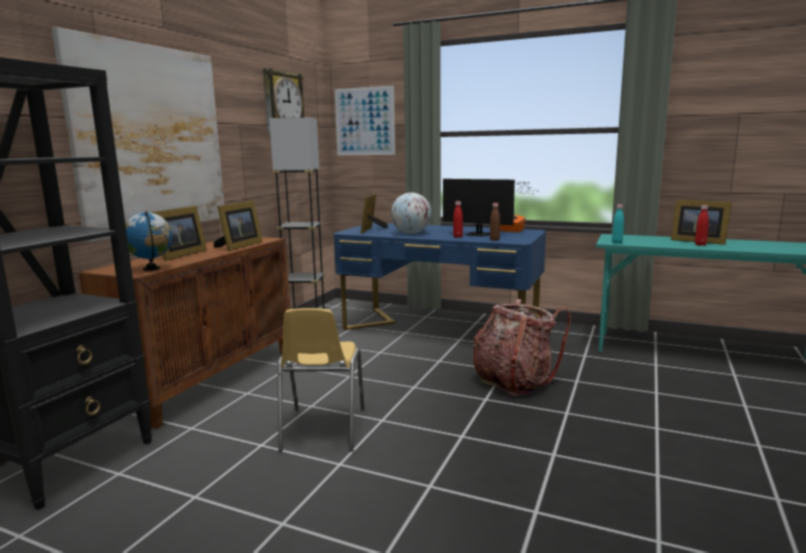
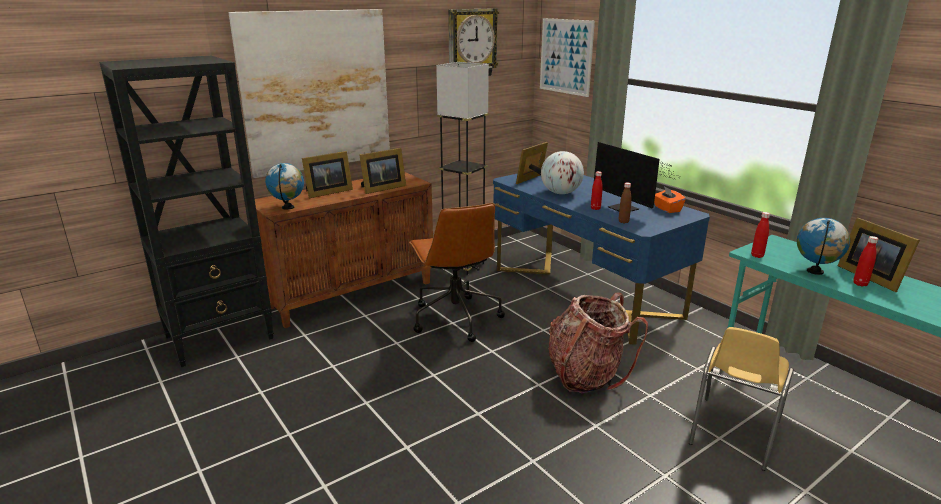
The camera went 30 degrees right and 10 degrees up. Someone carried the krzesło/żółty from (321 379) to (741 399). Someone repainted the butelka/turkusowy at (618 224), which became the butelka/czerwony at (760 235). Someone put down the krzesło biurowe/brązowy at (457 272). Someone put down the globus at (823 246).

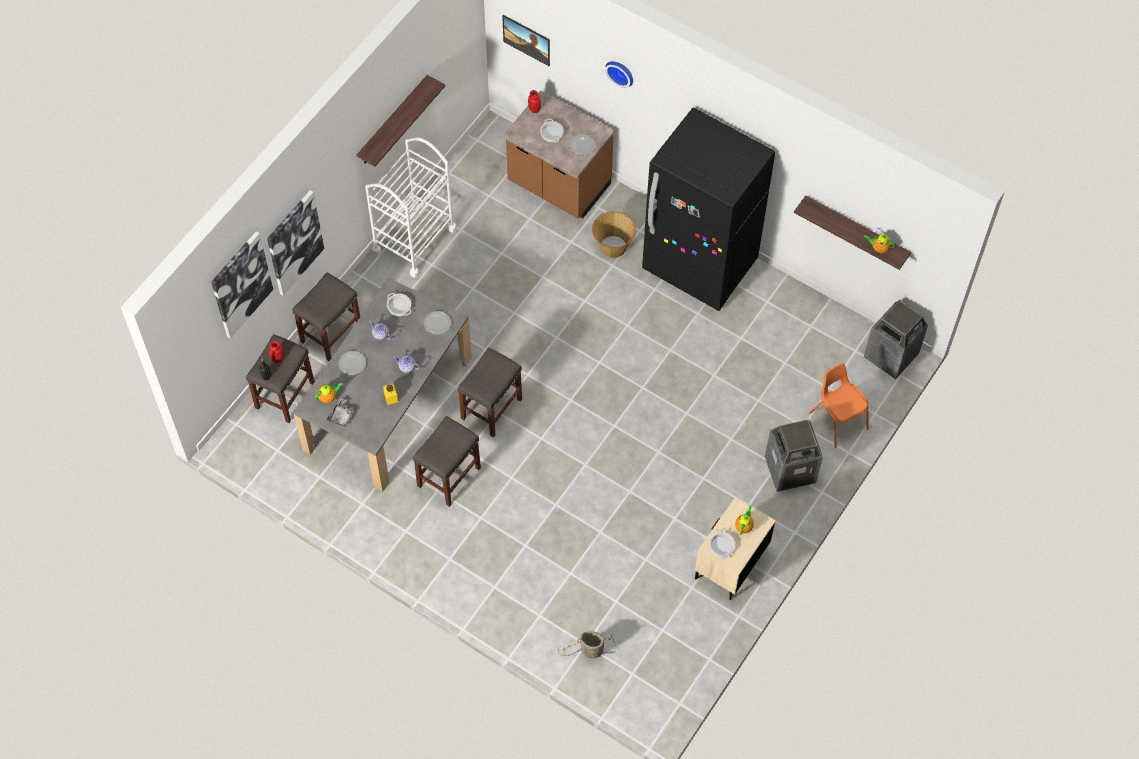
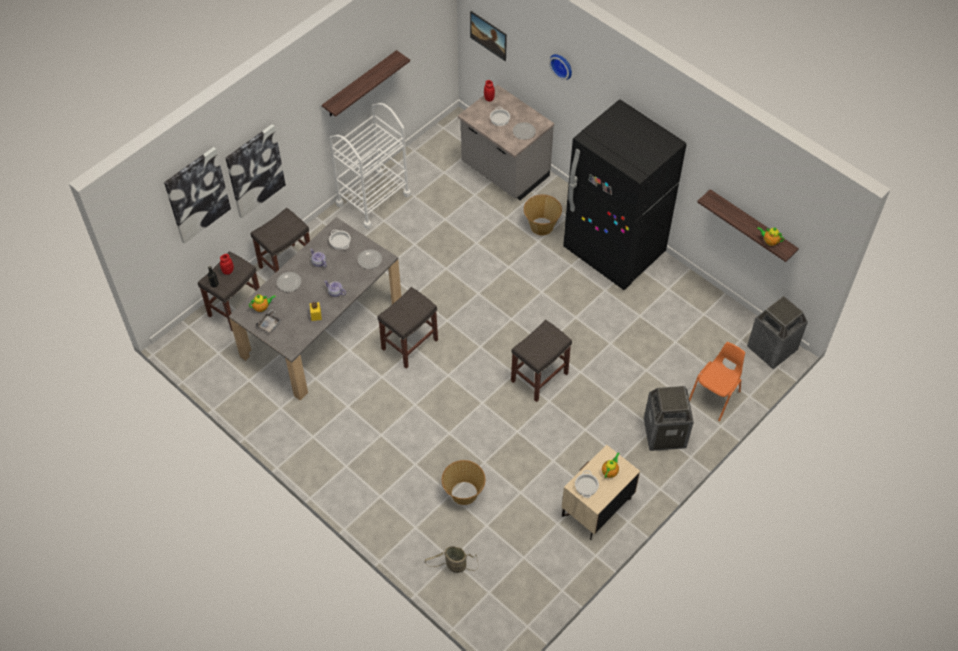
The camera went 10 degrees right and 5 degrees down. Someone carried the stołek/szary from (447 461) to (541 361). Someone repainted the zabudowa kuchenna/brązowy at (558 155), which became the zabudowa kuchenna/szary at (506 142). Someone rotated the krzesło/pomarańczowy at (839 405) by 60 degrees clockwise. Someone put down the koszyk at (464 482).

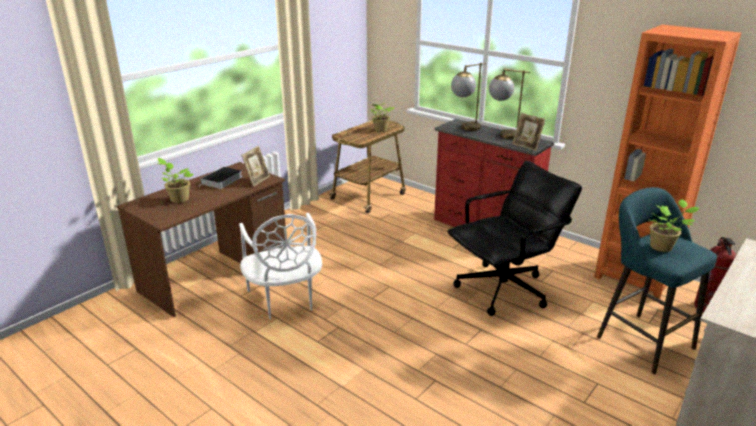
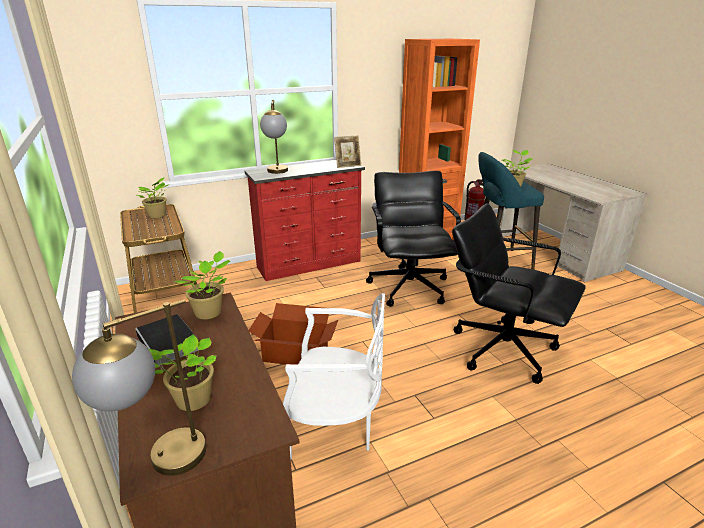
The camera went 65 degrees left and 0 degrees up. Someone swapped the ramka na zdjęcie at (255 166) for the roślina doniczkowa at (202 285). Someone carried the lampa stołowa from (509 104) to (139 387). Someone put down the karton at (293 334). Someone put down the krzesło biurowe/czarny at (519 293).

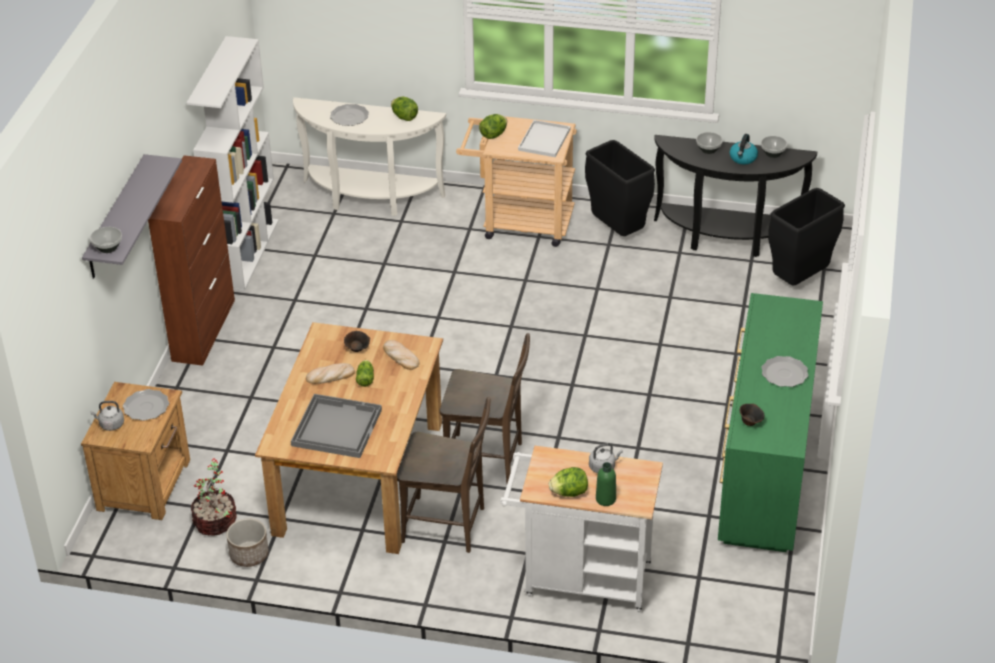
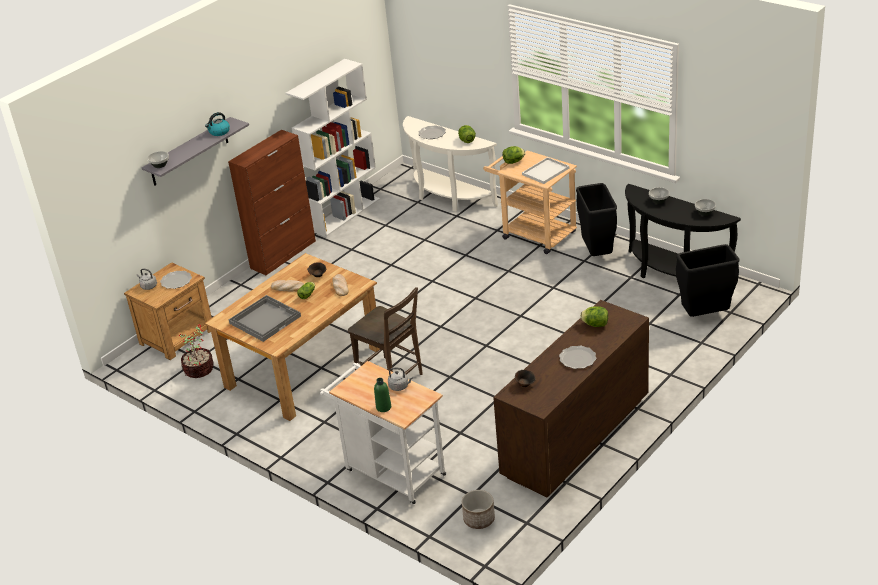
The camera went 30 degrees right and 5 degrees down. Someone carried the donica from (247 542) to (478 509). Someone took away the krzesło/brązowy at (443 475). Someone carried the sałata from (568 482) to (594 316). Someone repainted the komoda/zielony at (770 422), which became the komoda/brązowy at (571 399). Someone carried the czajnik from (744 149) to (217 124).

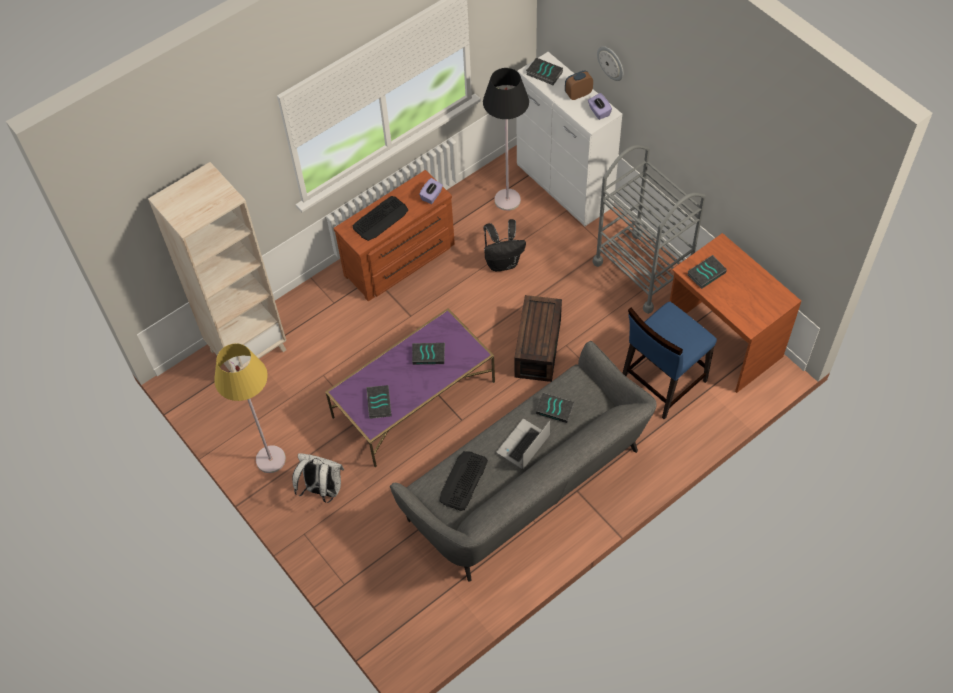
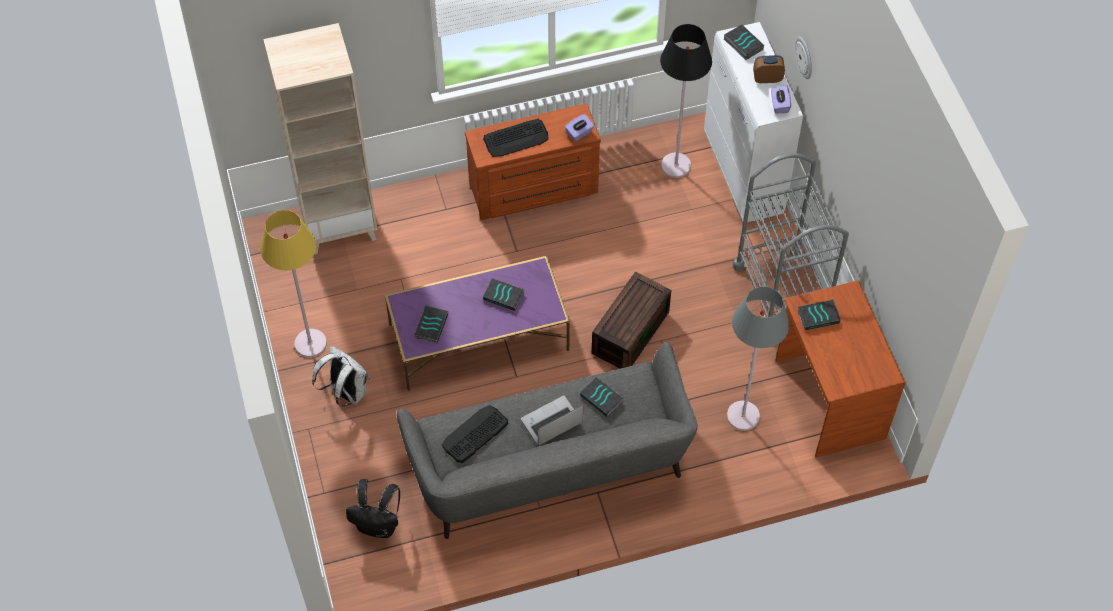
The camera went 20 degrees right and 0 degrees up. Someone carried the plecak/czarny from (504 245) to (373 508). Someone swapped the krzesło/niebieski at (670 360) for the lampa stojąca/szary at (758 358).

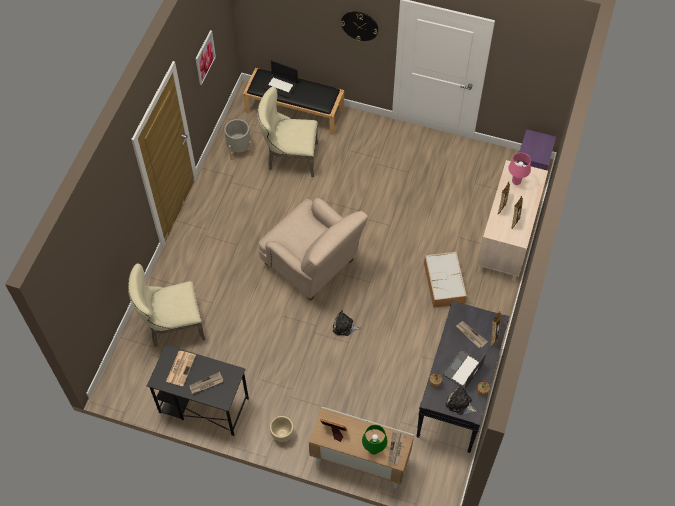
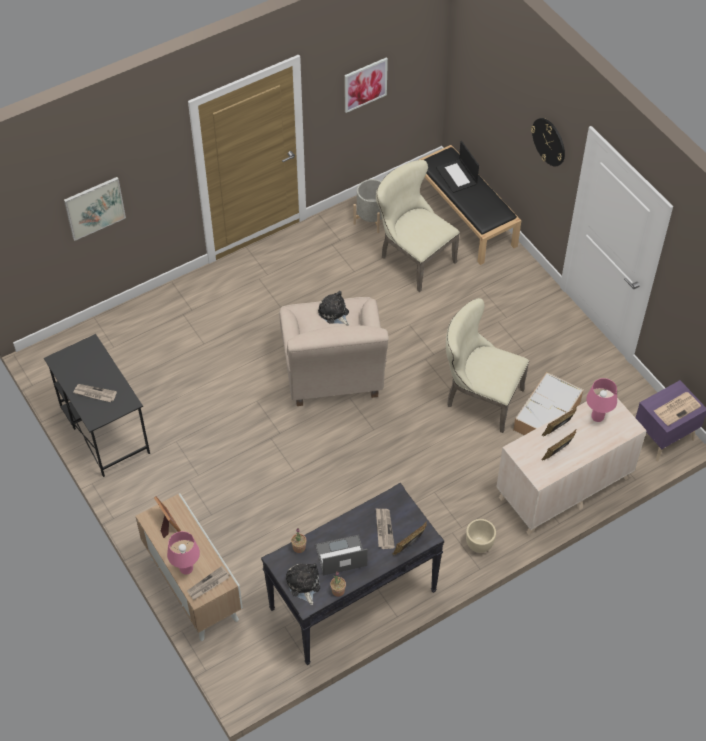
The camera went 40 degrees right and 5 degrees down. Someone carried the krzesło/beżowy from (166 305) to (487 365). Someone carried the gazeta from (181 368) to (677 409). Someone carried the donica/beżowy from (281 429) to (481 536). Someone carried the pluszak from (346 323) to (333 308). Someone repainted the lampa stołowa/zielony at (375 439), which became the lampa stołowa/różowy at (183 553). Someone carried the pojemnik do przechowywania from (445 280) to (548 403). Someone put up the obraz at (95 209).

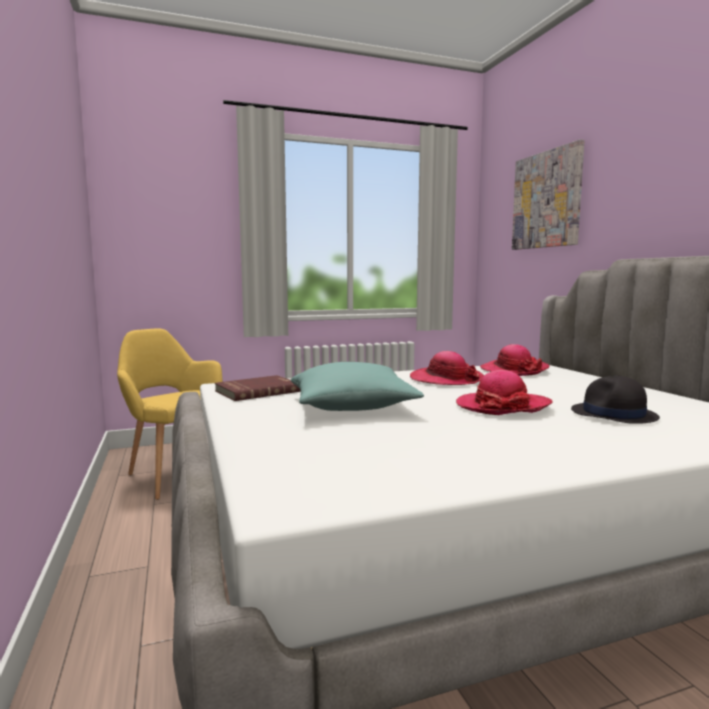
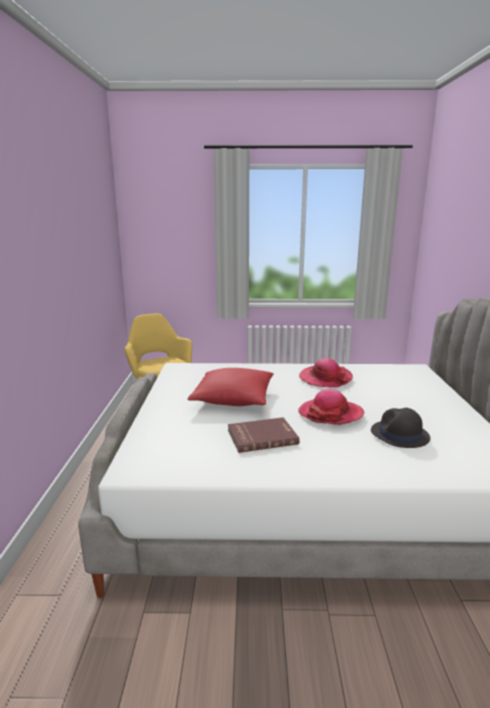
The camera went 20 degrees right and 10 degrees up. Someone carried the książka/czerwony from (258 388) to (264 435). Someone repainted the poduszka/turkusowy at (357 386), which became the poduszka/czerwony at (231 387). Someone took away the kapelusz at (515 360). Someone took away the obraz at (548 194).

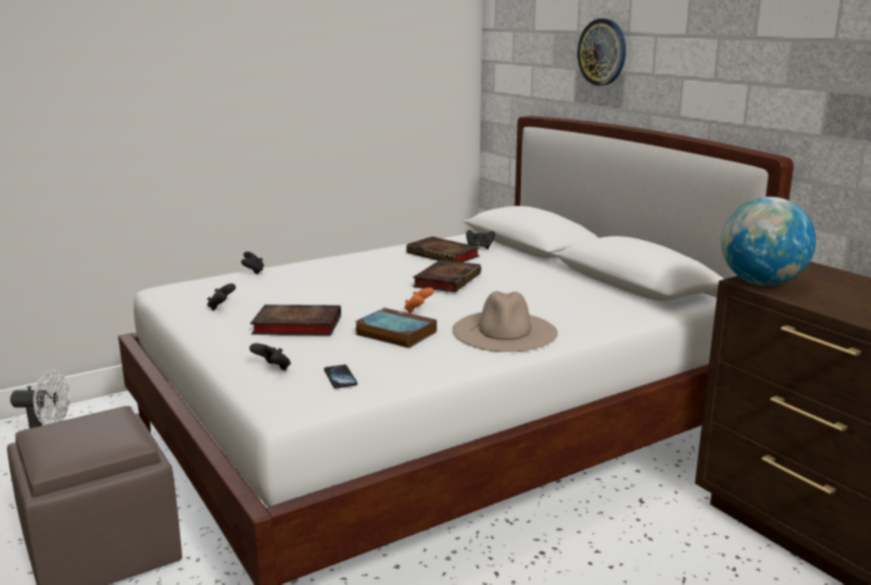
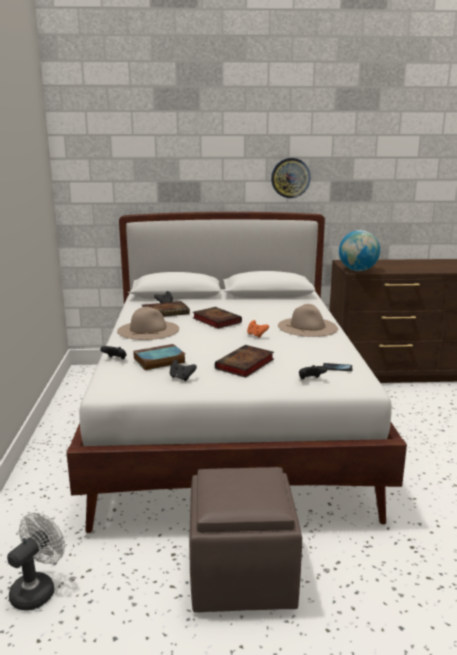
The camera went 60 degrees left and 0 degrees up. Someone carried the książka from (396 328) to (159 357). Someone carried the zegar ścienny from (601 52) to (291 178). Someone put down the kapelusz/beżowy at (148 323).

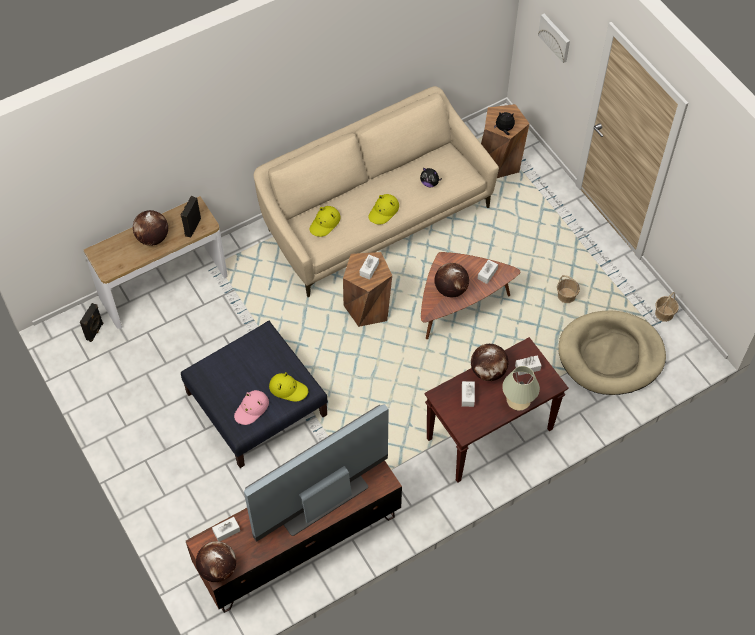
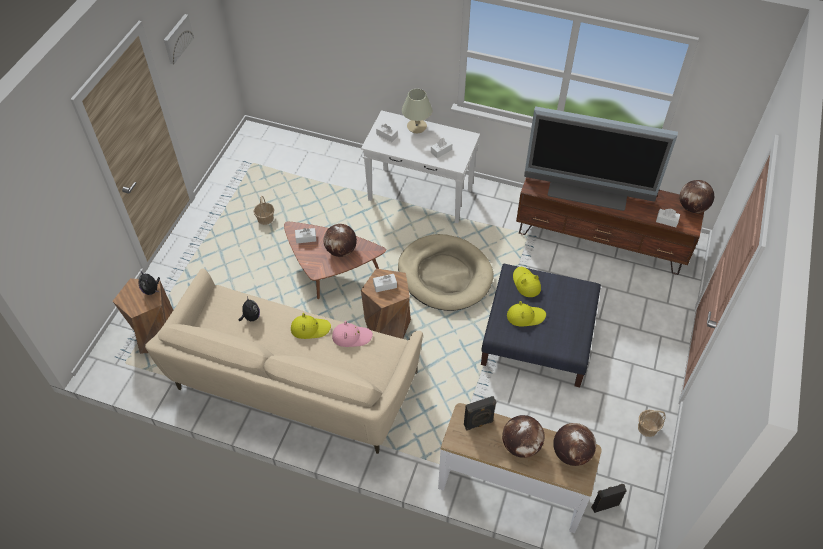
The camera went 130 degrees left and 5 degrees down. Someone carried the kapelusz/różowy from (251 407) to (352 334). Someone carried the kapelusz/żółty from (325 221) to (526 313). Someone repainted the stolik konsolowy/brązowy at (496 410), which became the stolik konsolowy/biały at (420 166). Someone carried the globus from (490 362) to (574 444). Someone carried the obraz from (554 38) to (179 39). Someone carried the legowisko/beżowy from (612 352) to (446 272). Someone carried the koszyk from (667 307) to (652 423).

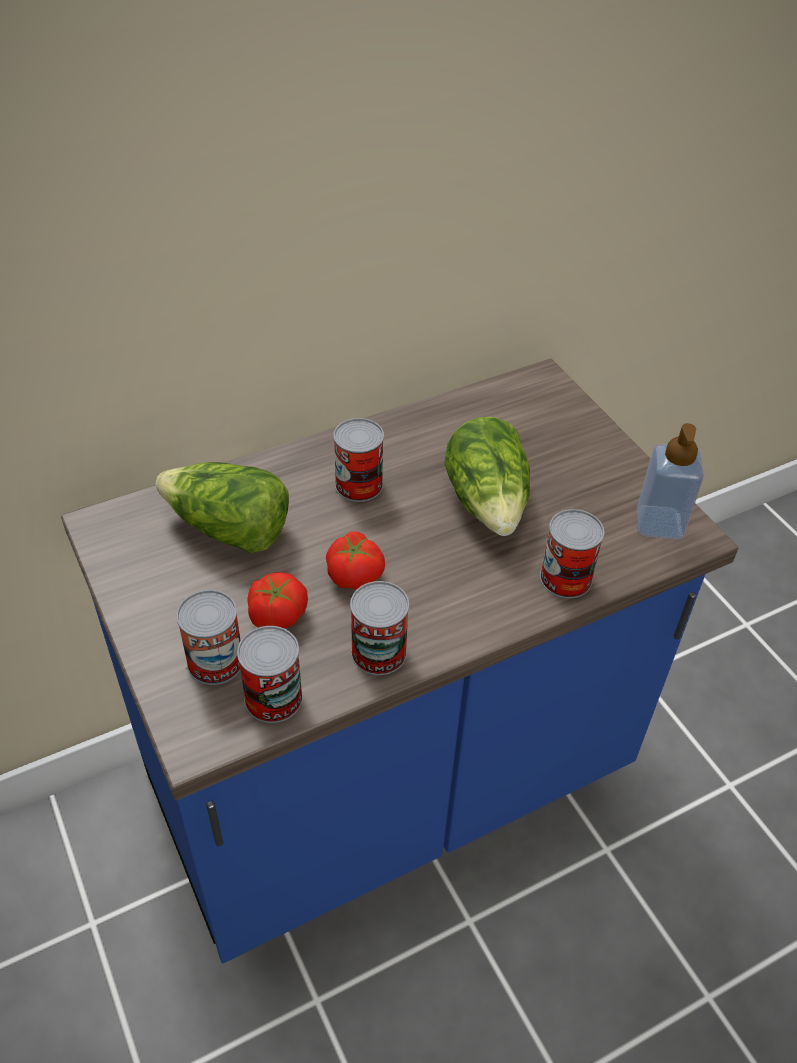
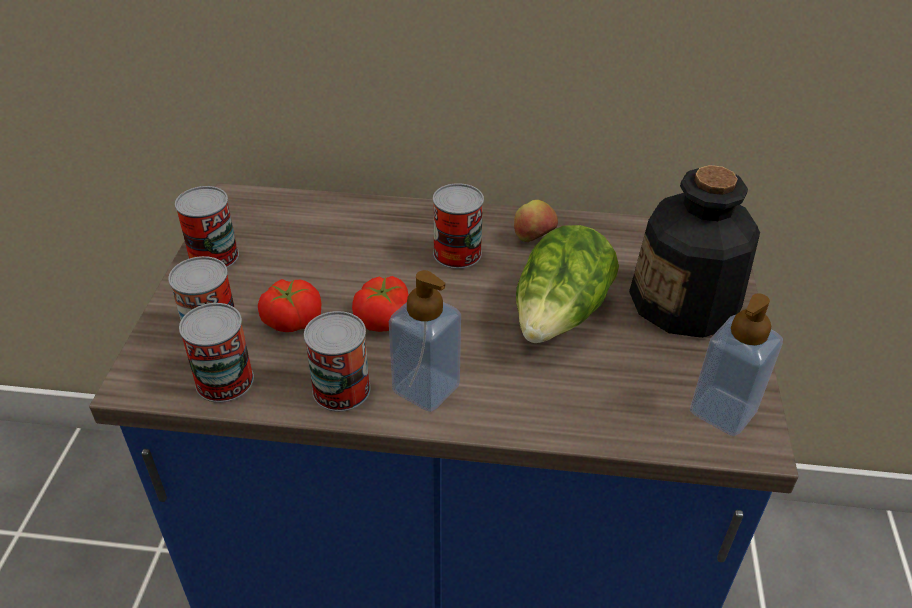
The camera went 35 degrees right and 5 degrees down. Someone took away the sałata at (222 507). Someone carried the puszka from (572 553) to (207 227). Someone put down the dozownik mydła at (425 341). Someone put down the jabłko at (536 221). Someone put down the butelka at (694 251).

